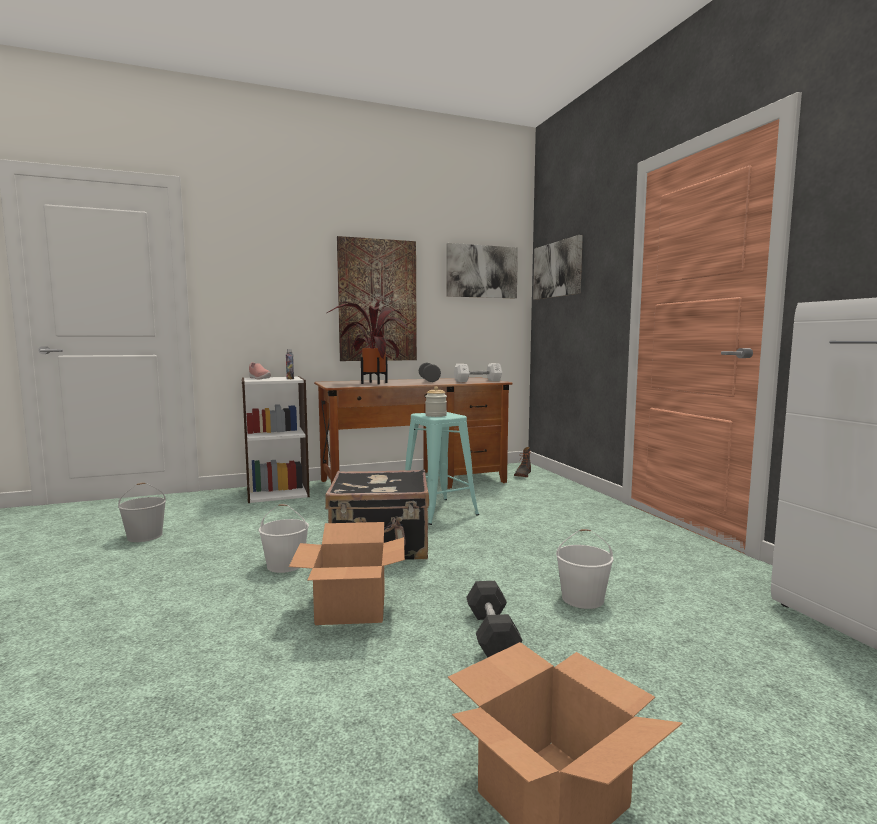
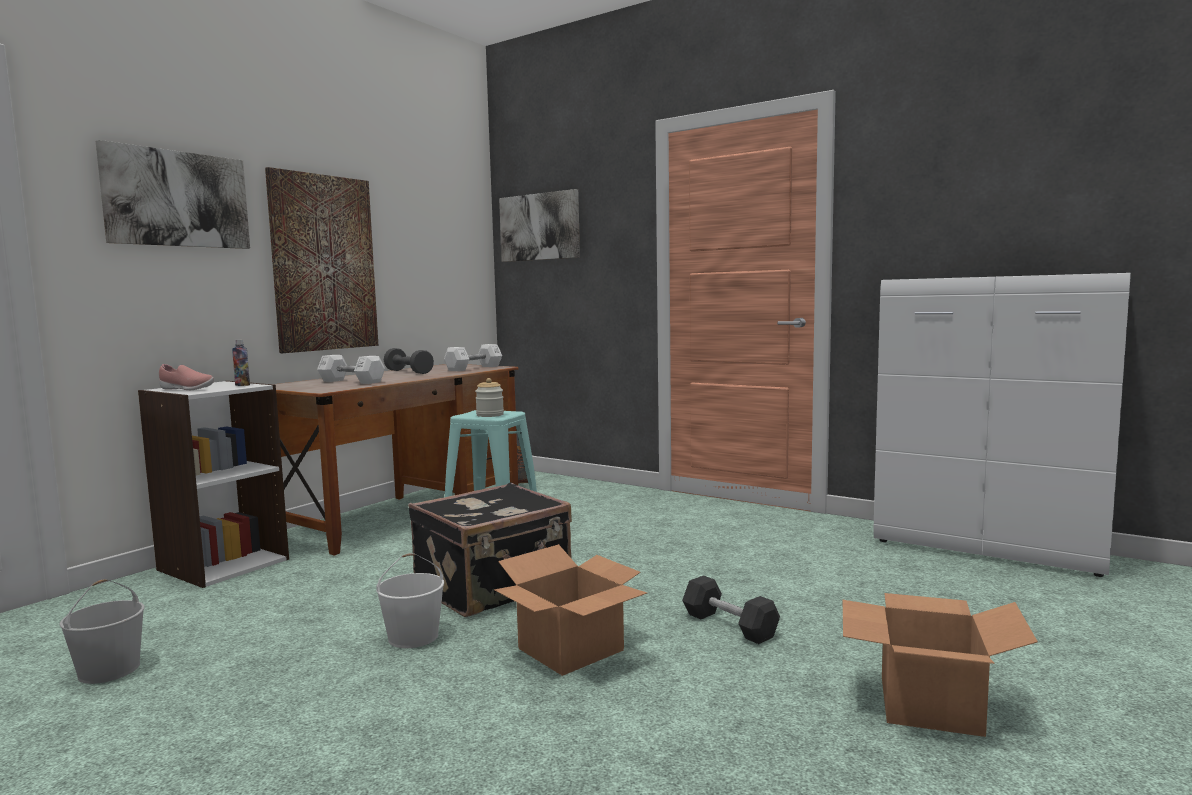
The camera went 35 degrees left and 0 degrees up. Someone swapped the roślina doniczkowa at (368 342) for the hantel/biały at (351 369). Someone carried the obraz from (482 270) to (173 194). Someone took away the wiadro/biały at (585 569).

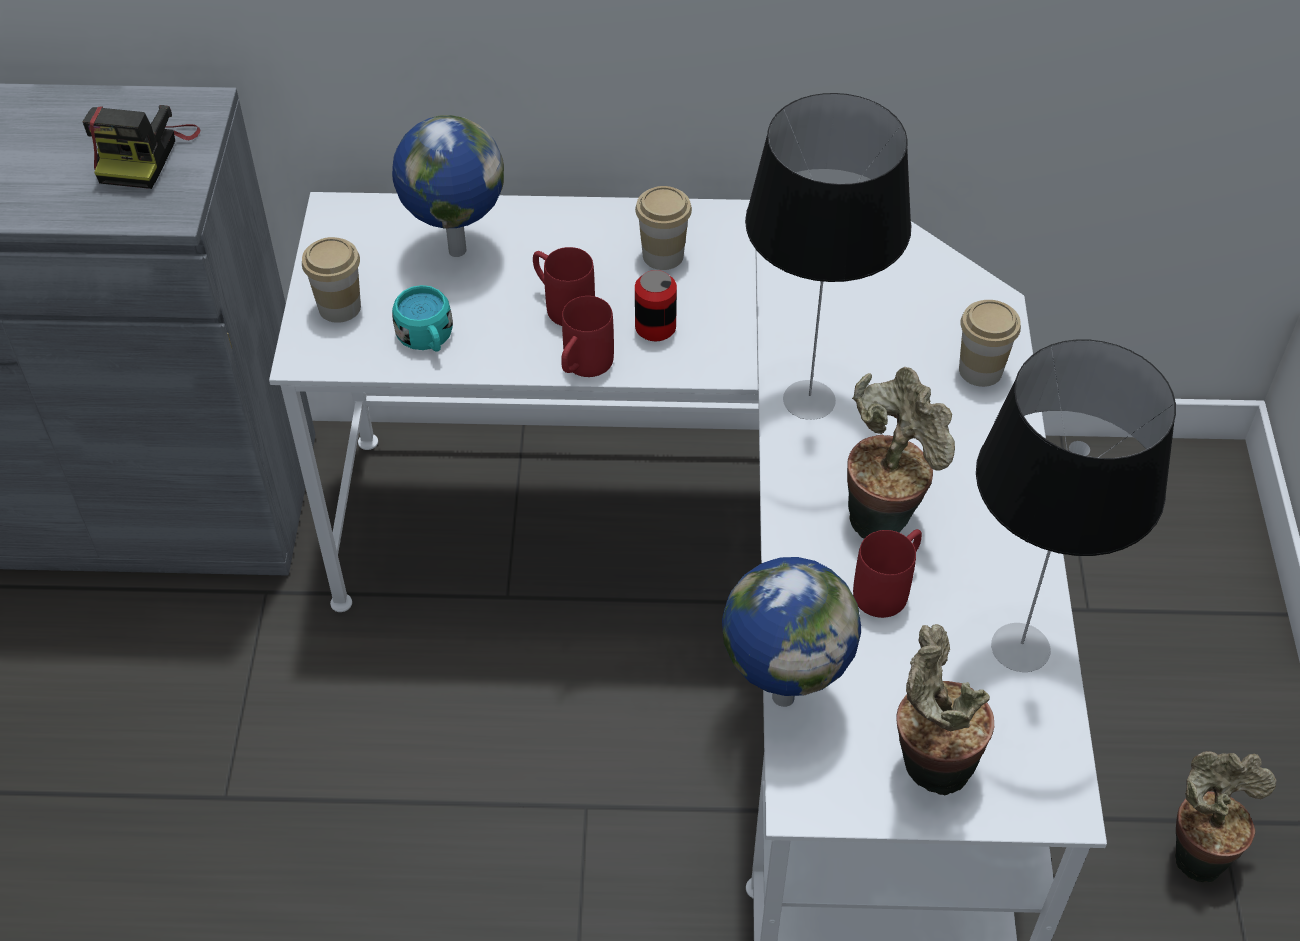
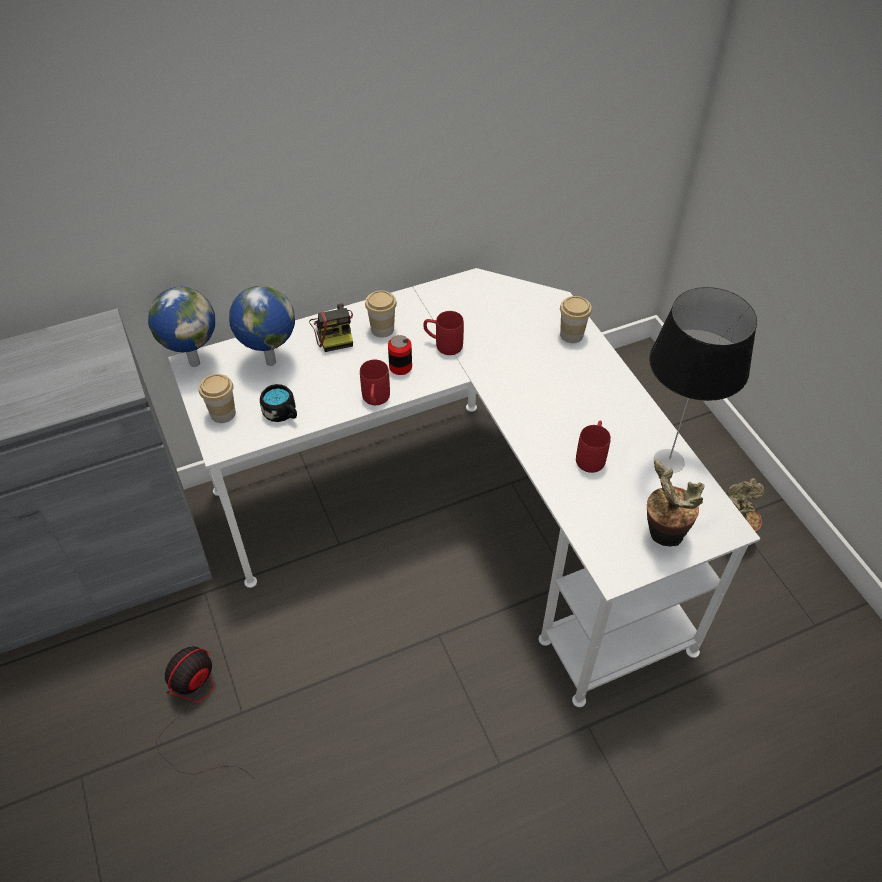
The camera went 25 degrees left and 0 degrees up. Someone carried the aparat fotograficzny from (141 147) to (331 327). Someone repainted the kubek/turkusowy at (422 318), which became the kubek/czarny at (278 403). Someone carried the kubek/czerwony from (564 286) to (443 333). Someone carried the globus from (791 632) to (181 327). Someone took away the lampa stołowa at (828 256). Someone took away the roślina doniczkowa at (901 453). Someone put down the wentylator at (205 712).

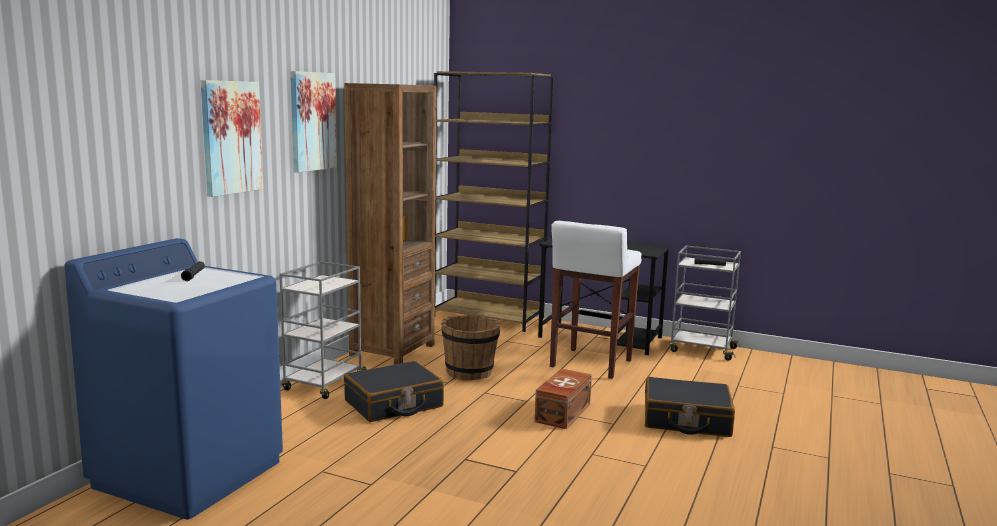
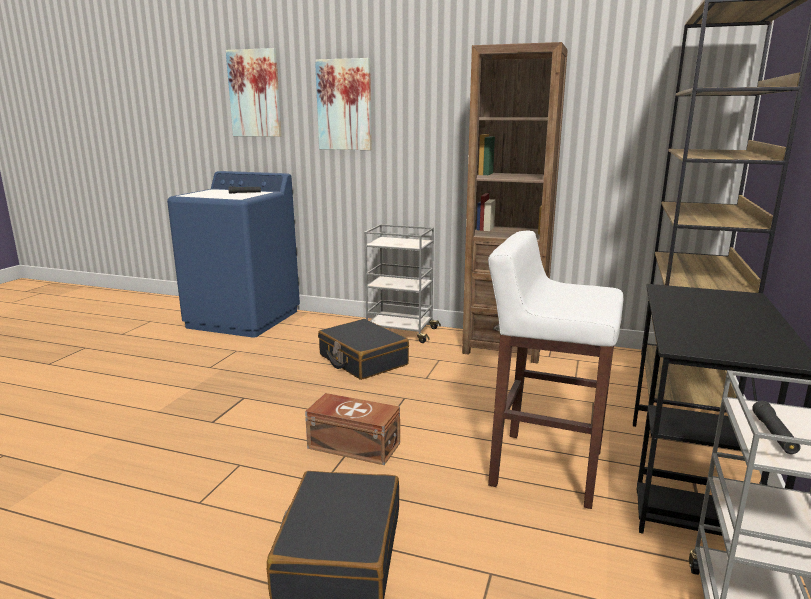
The camera went 85 degrees right and 5 degrees up. Someone carried the obraz from (313 122) to (253 92). Someone took away the wiadro/brązowy at (471 347).

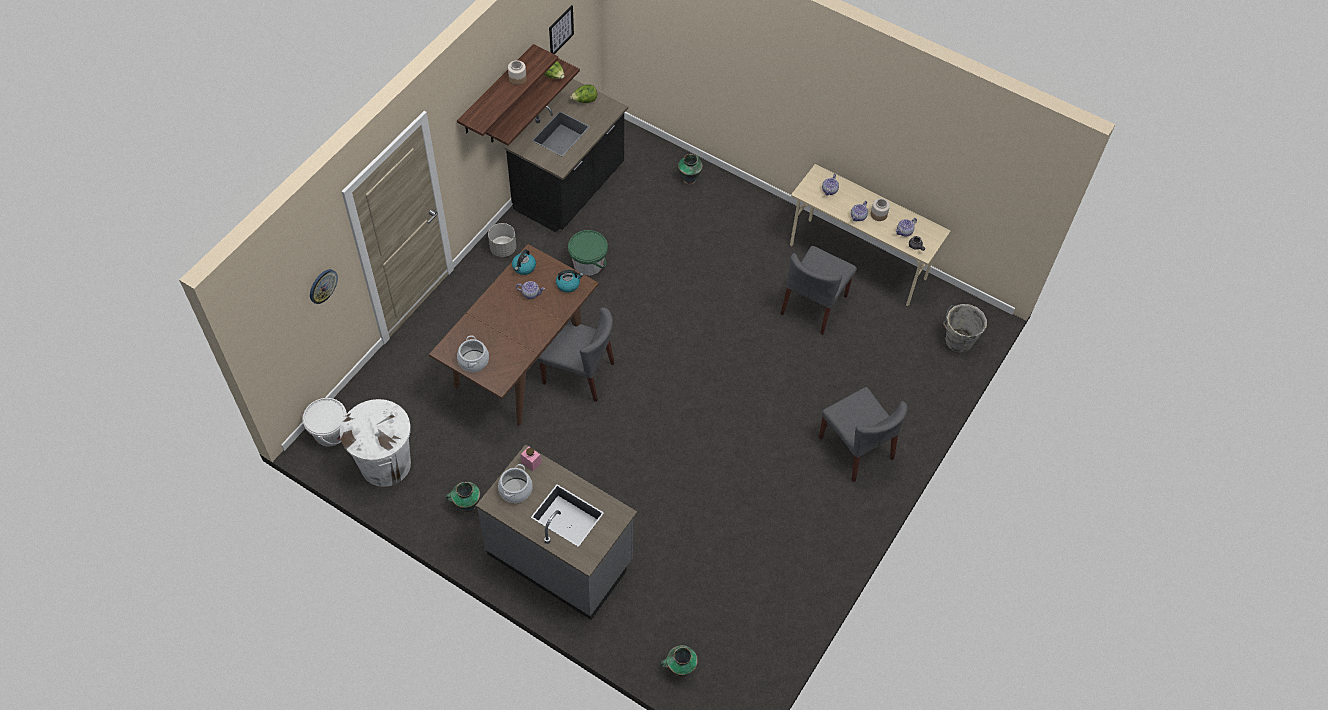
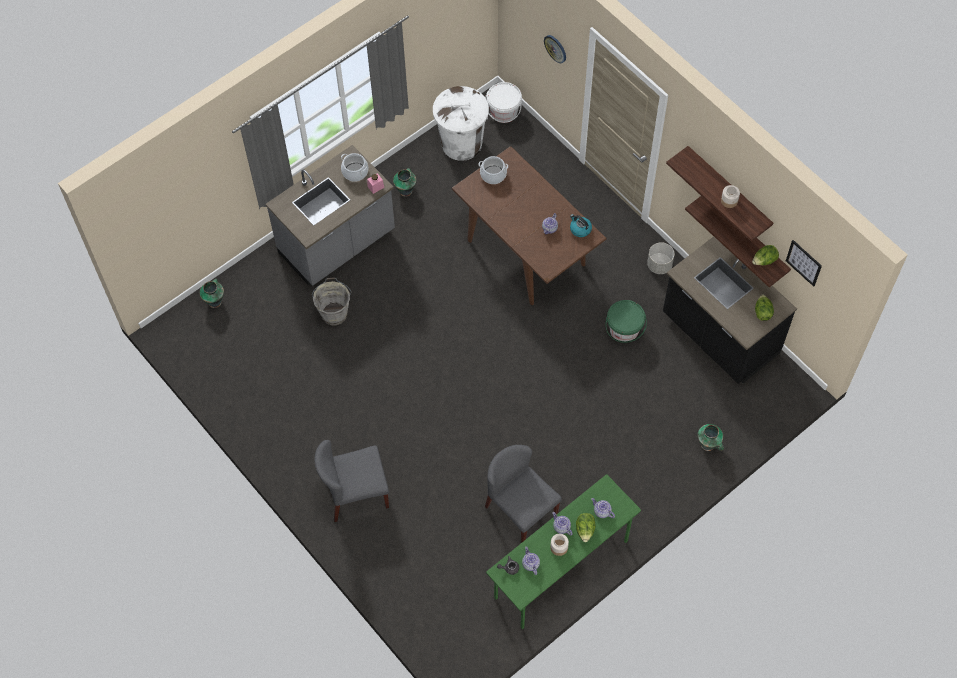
The camera went 110 degrees right and 5 degrees up. Someone took away the krzesło/szary at (576 354). Someone took away the czajnik at (569 281). Someone repainted the biurko/beżowy at (870 235), which became the biurko/zielony at (563 551). Someone carried the wiadro/szary from (965 328) to (332 301). Someone put down the sałata at (586 527).

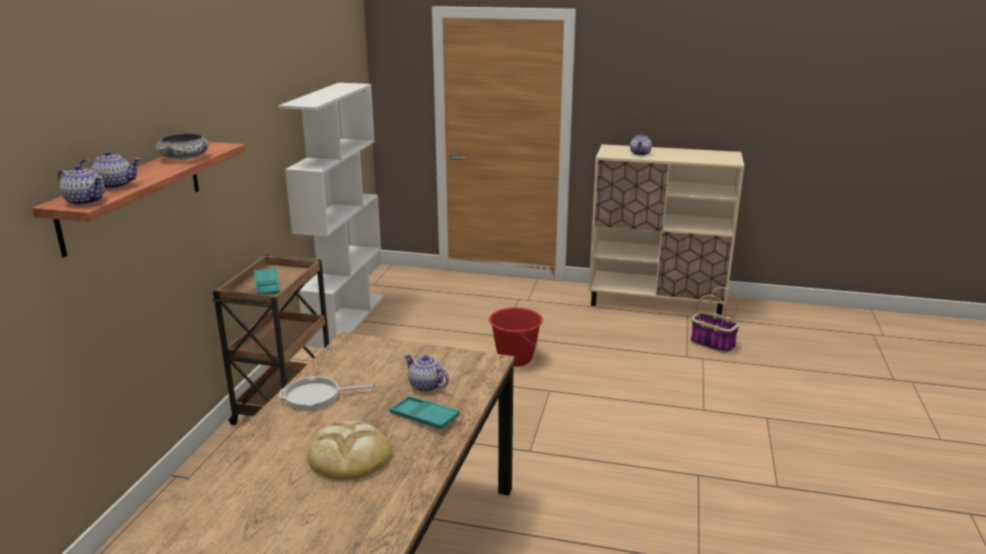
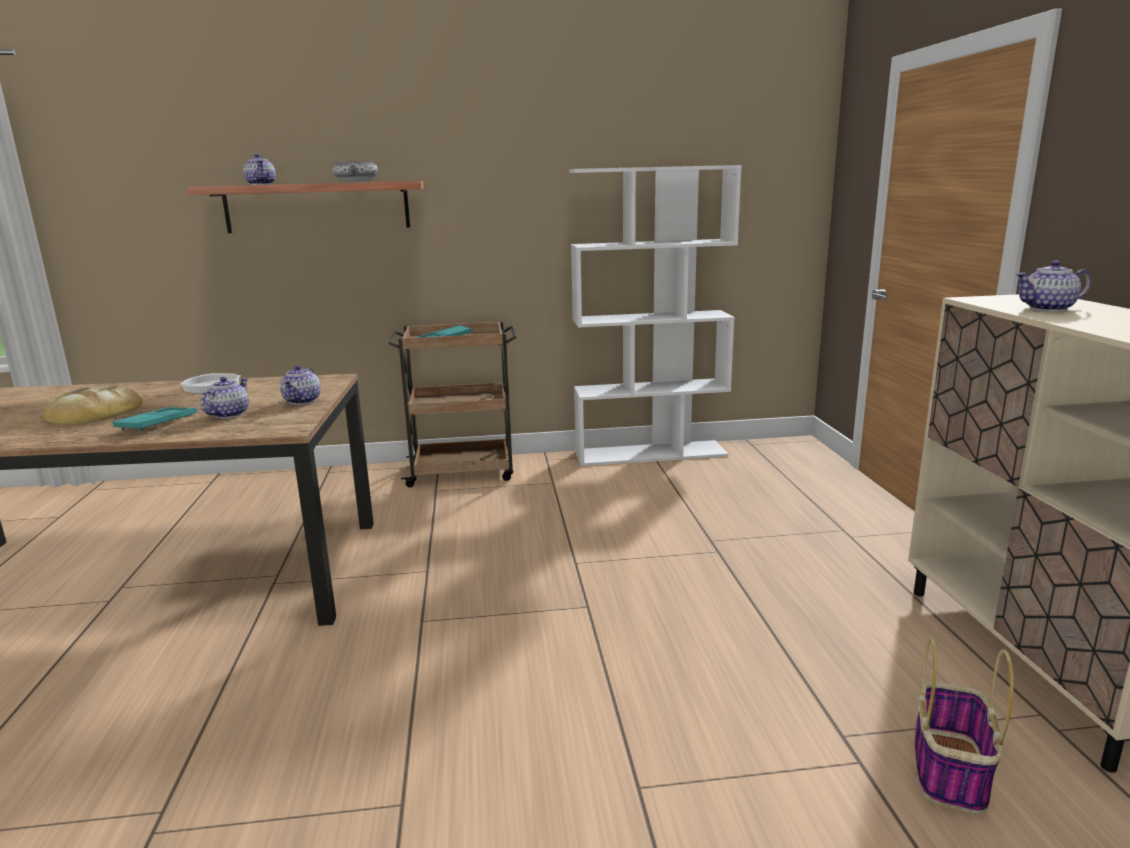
The camera went 70 degrees right and 5 degrees down. Someone carried the imbryk from (81 185) to (300 385). Someone took away the wiadro/czerwony at (516 337).

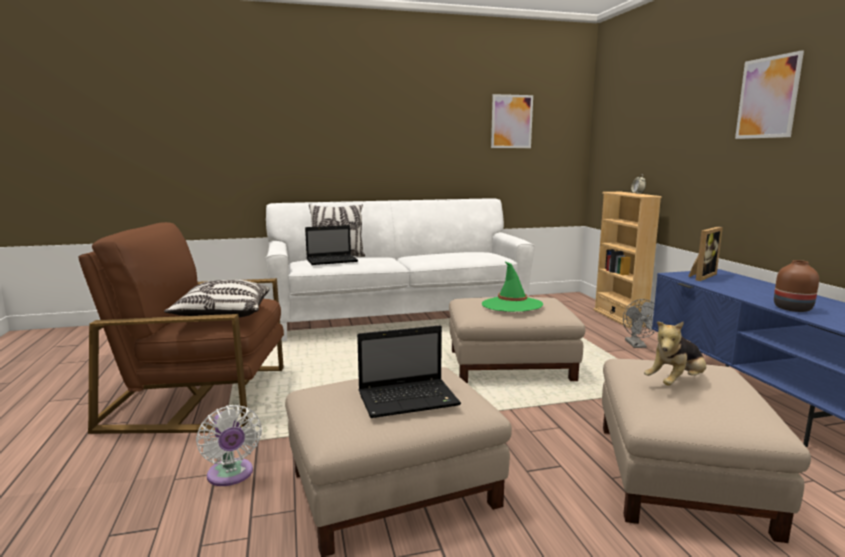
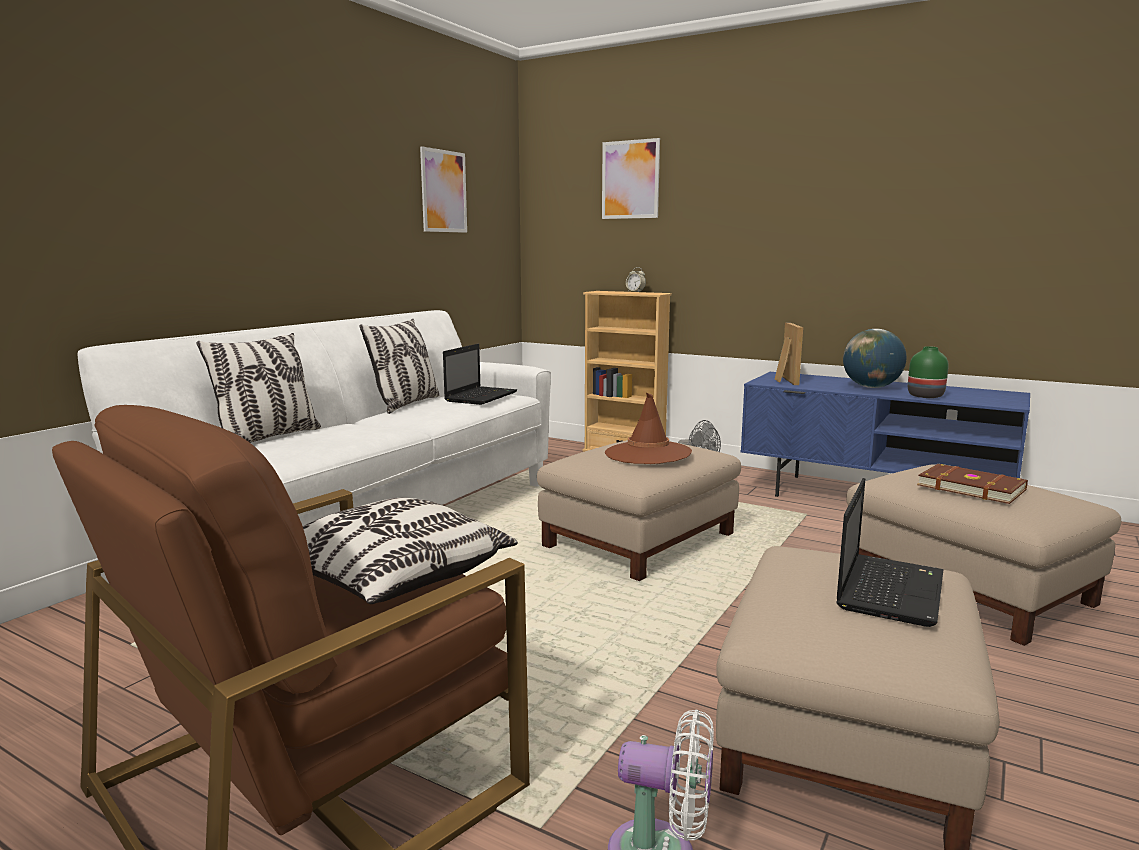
The camera went 45 degrees left and 0 degrees up. Someone carried the laptop from (331 245) to (480 374). Someone repainted the kapelusz/zielony at (512 286), which became the kapelusz/brązowy at (648 428). Someone swapped the pluszak at (675 353) for the książka/brązowy at (972 484). Someone carried the obraz from (769 94) to (631 178). Someone repainted the wazon/brązowy at (796 286), which became the wazon/zielony at (928 372). Someone put down the poduszka at (399 366). Someone put down the globus at (875 358).

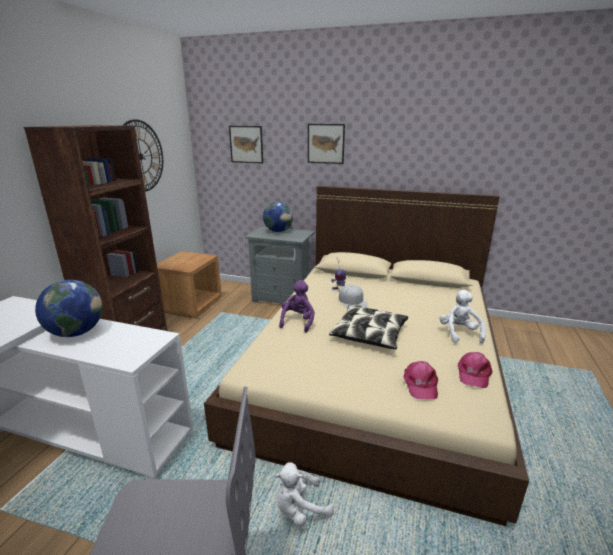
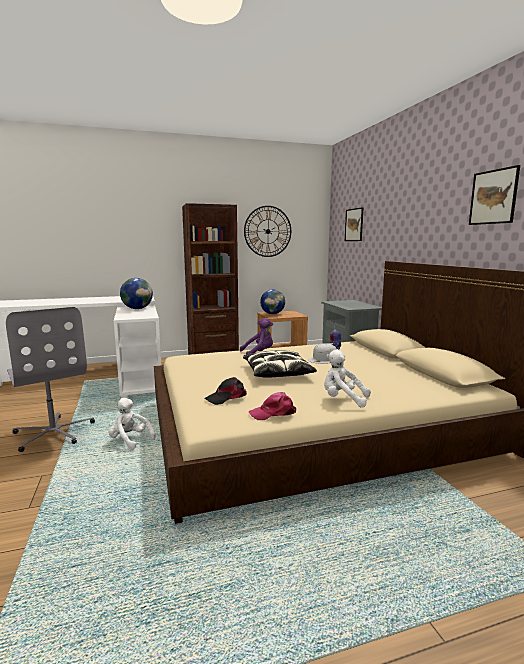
The camera went 55 degrees right and 10 degrees down. Someone carried the globus from (278 217) to (272 301). Someone carried the obraz from (326 144) to (494 195). Someone repainted the czapka z daszkiem/różowy at (421 380), which became the czapka z daszkiem/czarny at (226 391). Someone rotated the pluszak/biały at (462 317) by 120 degrees counterclockwise.

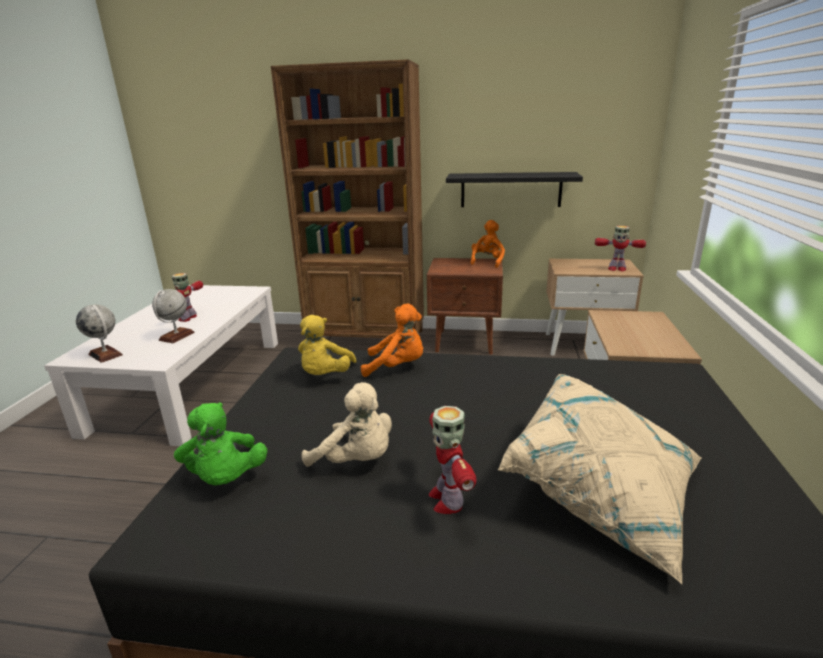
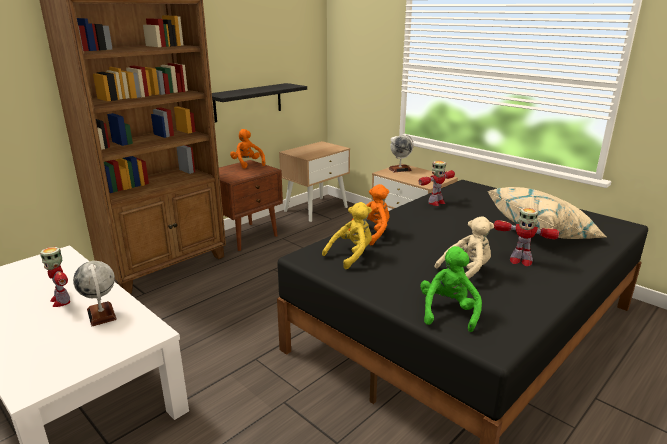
The camera went 55 degrees left and 0 degrees up. Someone carried the globus from (99 333) to (401 153). Someone rotated the pluszak/zielony at (220 443) by 90 degrees counterclockwise. Someone rotated the pluszak/żółty at (327 345) by 90 degrees counterclockwise. Someone carried the robot zabawkowy from (620 248) to (436 183).

